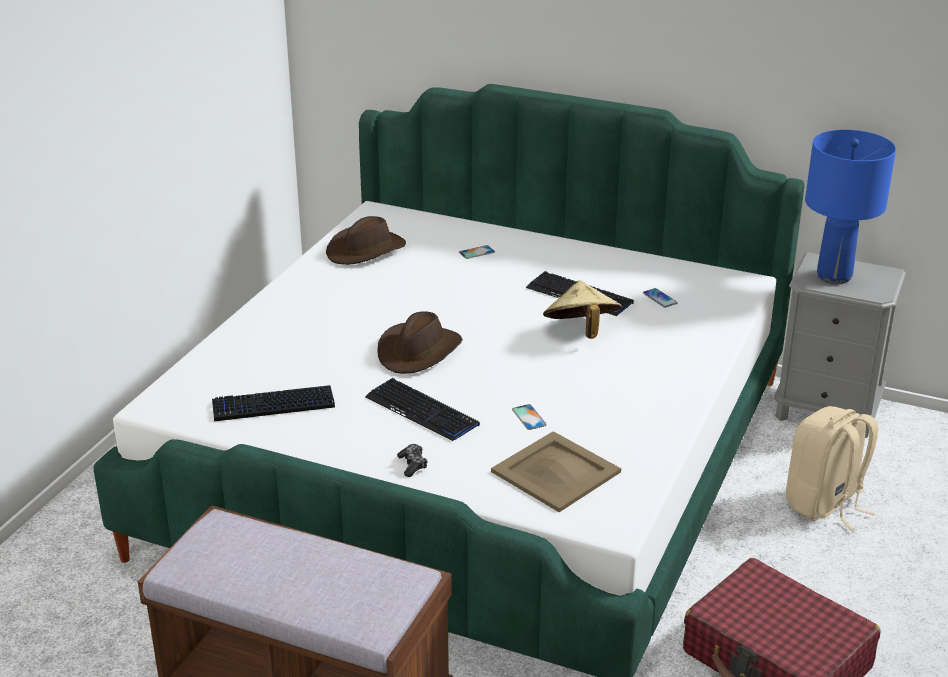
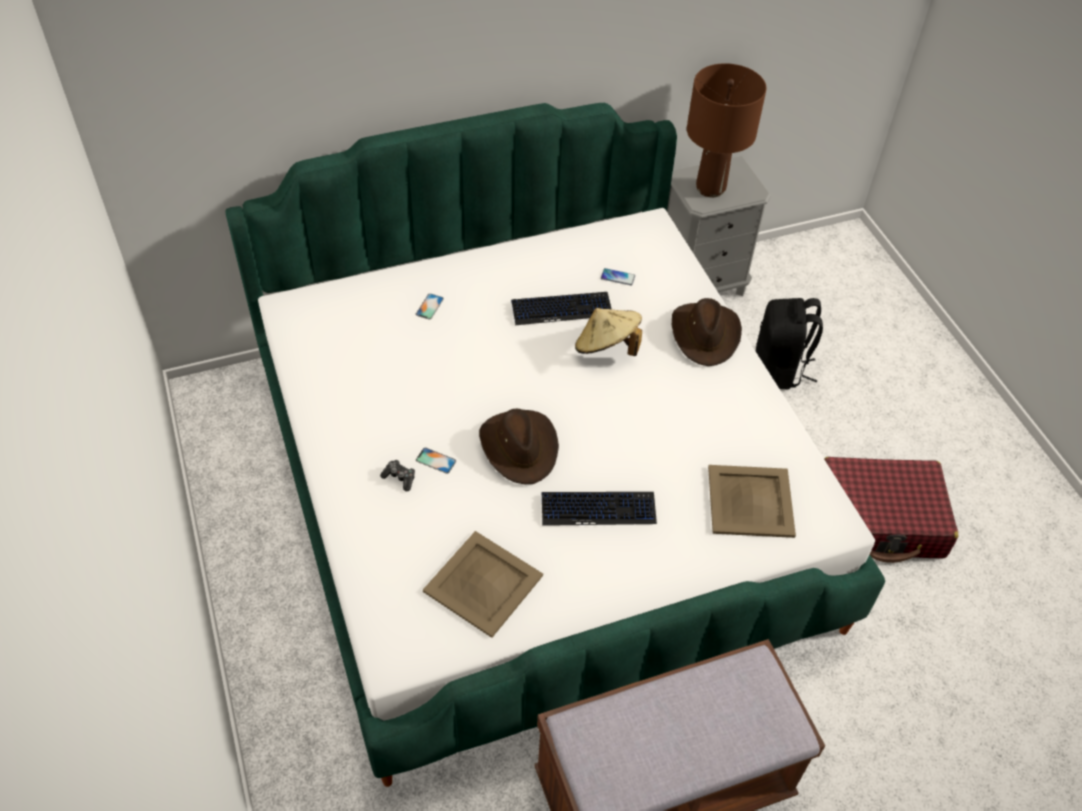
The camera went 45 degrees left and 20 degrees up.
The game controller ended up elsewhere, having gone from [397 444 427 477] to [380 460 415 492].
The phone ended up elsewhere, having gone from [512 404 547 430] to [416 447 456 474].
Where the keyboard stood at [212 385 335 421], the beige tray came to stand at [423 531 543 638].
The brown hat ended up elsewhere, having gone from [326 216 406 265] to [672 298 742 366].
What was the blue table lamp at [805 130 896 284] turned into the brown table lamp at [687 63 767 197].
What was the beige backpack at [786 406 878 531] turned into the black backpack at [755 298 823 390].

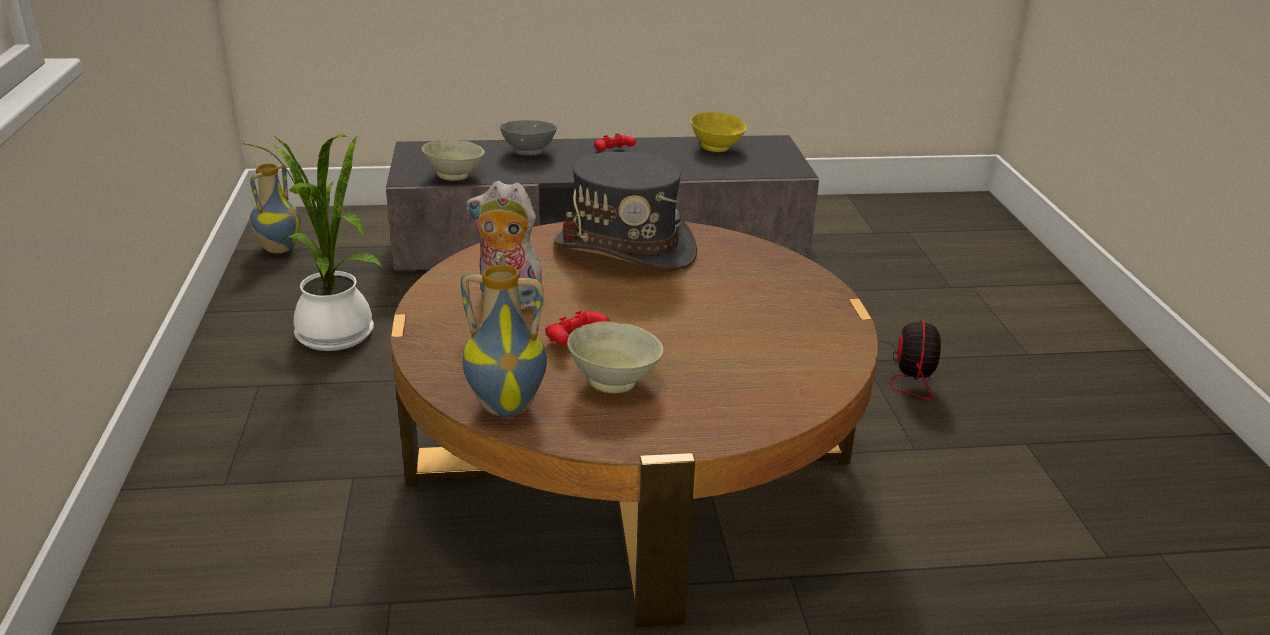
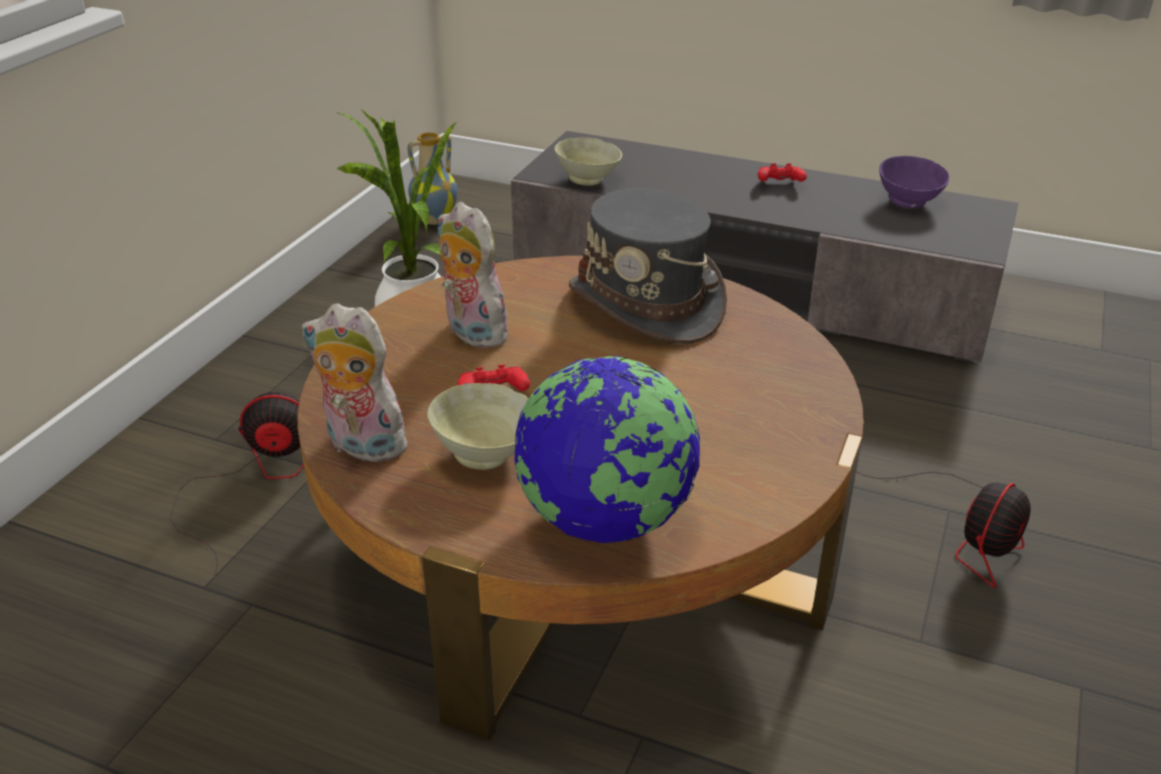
The camera went 30 degrees right and 5 degrees up.
The second view gained the fan at [170 392 304 578].
Where the vase stood at [461 265 547 416], the plush toy came to stand at [302 303 412 462].
The second view gained the globe at [514 356 700 543].
What was the yellow bowl at [691 112 747 152] turned into the purple bowl at [879 156 949 209].
The second view lost the grey bowl at [500 120 557 156].

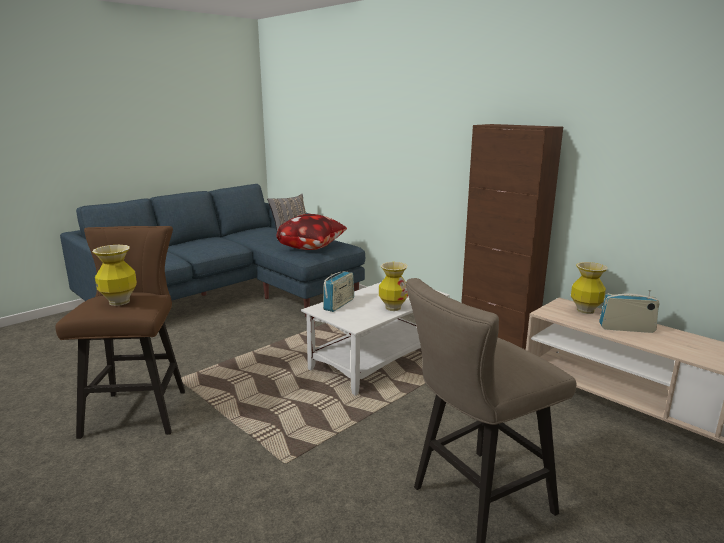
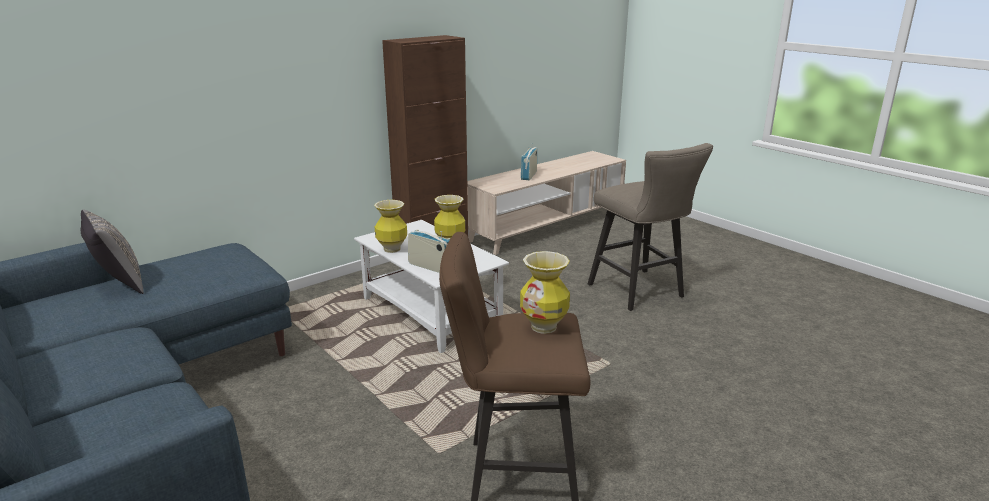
The camera went 85 degrees left and 5 degrees up.
The vase ended up elsewhere, having gone from [571 262 608 314] to [374 200 407 253].
The second view lost the pillow at [276 214 347 250].

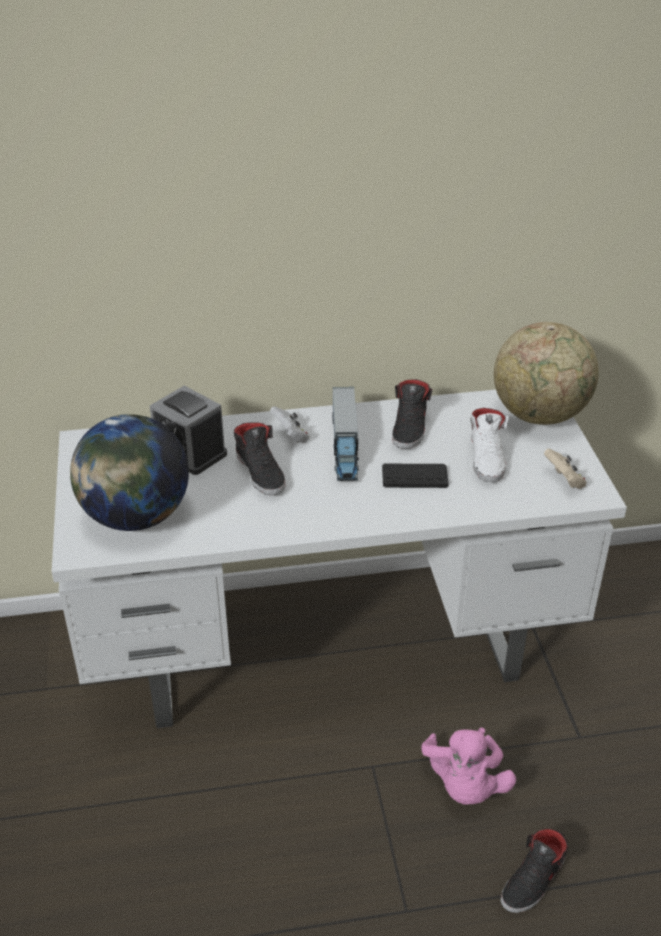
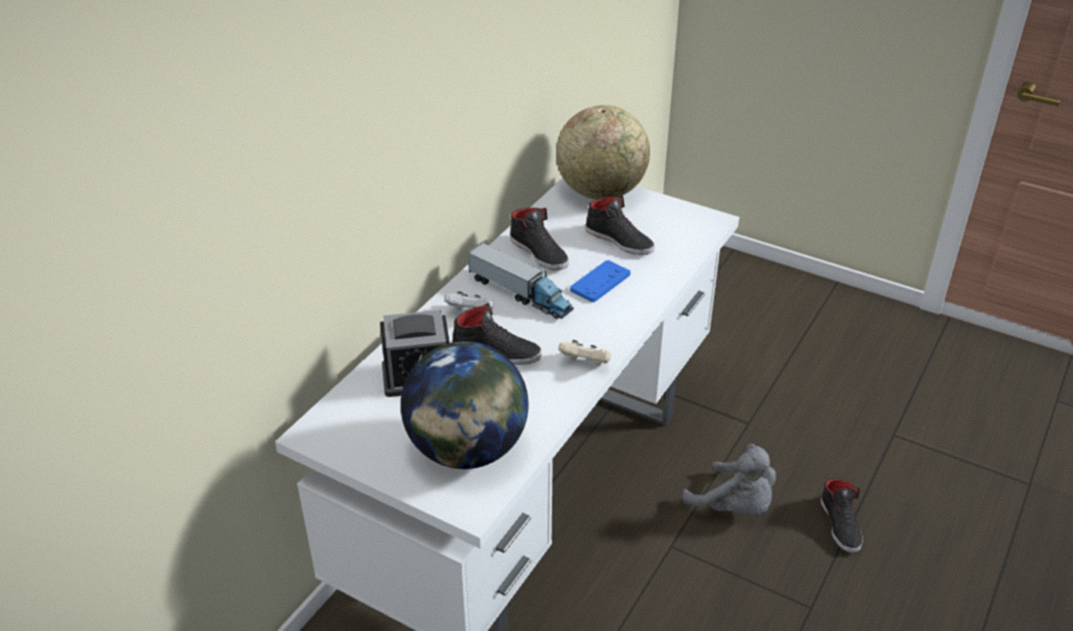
The camera went 50 degrees left and 0 degrees up.
The beige game controller ended up elsewhere, having gone from [544 449 587 489] to [559 340 611 366].
What was the black game controller at [382 464 449 488] turned into the blue game controller at [570 260 630 302].
What was the white shoe at [470 408 509 482] turned into the black shoe at [585 196 655 255].
What was the pink plush toy at [421 727 516 805] turned into the grey plush toy at [682 444 776 516].

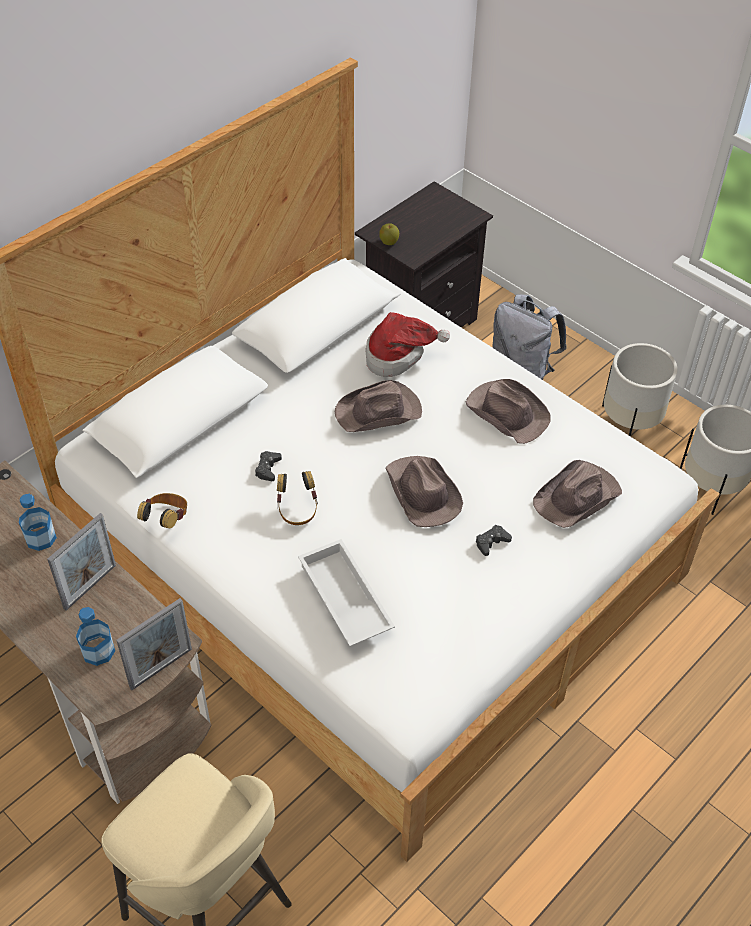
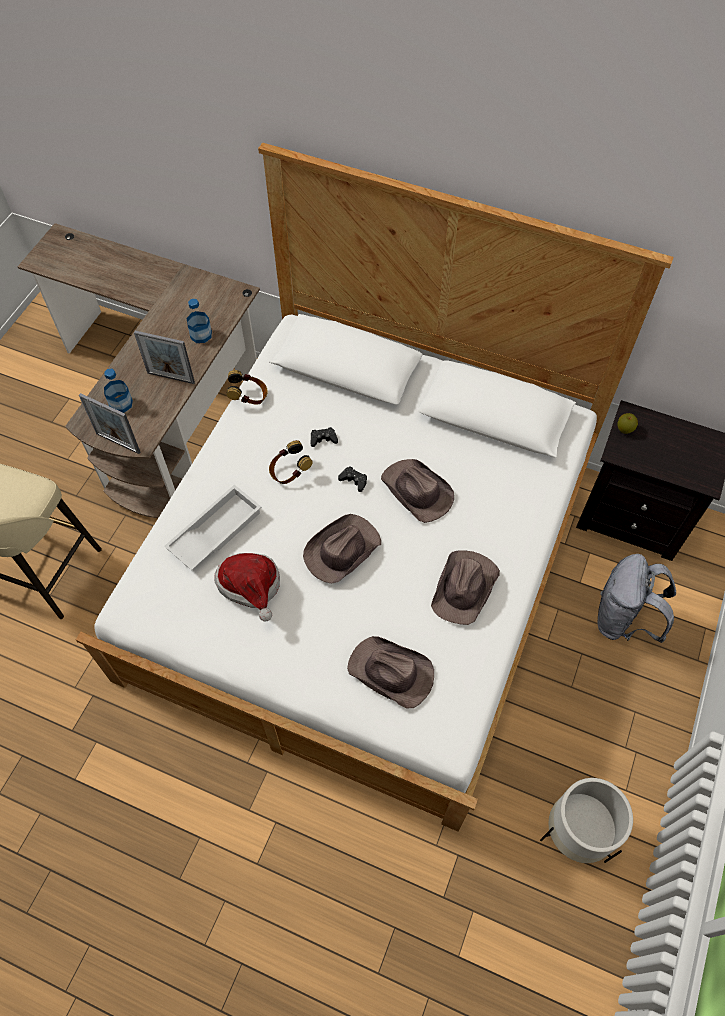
The camera went 70 degrees right and 10 degrees up.
The hat ended up elsewhere, having gone from [366 312 450 377] to [214 553 280 622].
The black game controller ended up elsewhere, having gone from [476 525 512 556] to [338 467 367 492].
The second view lost the white planter at [602 343 678 436].

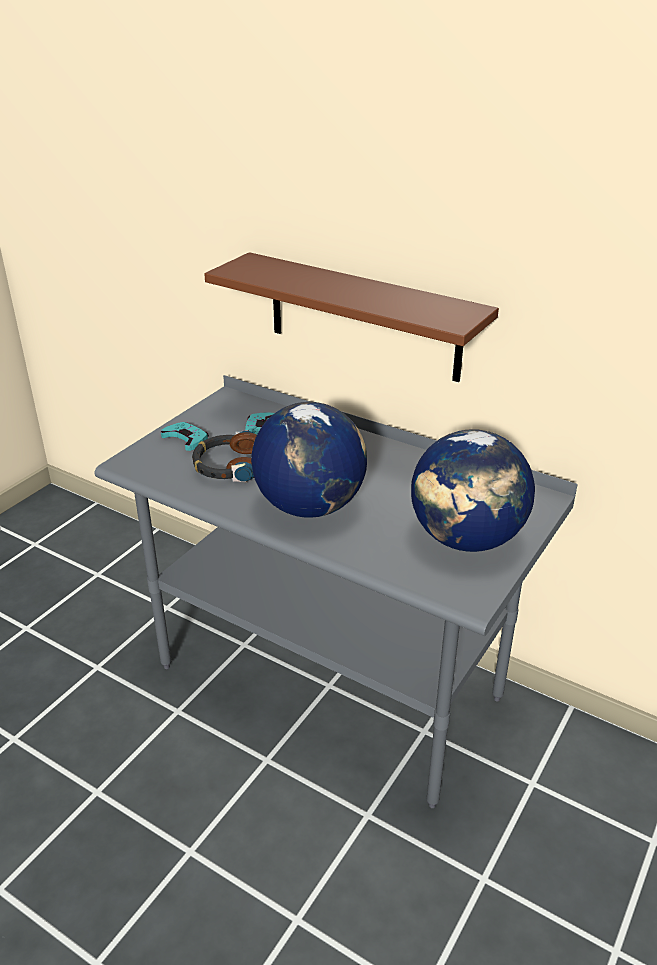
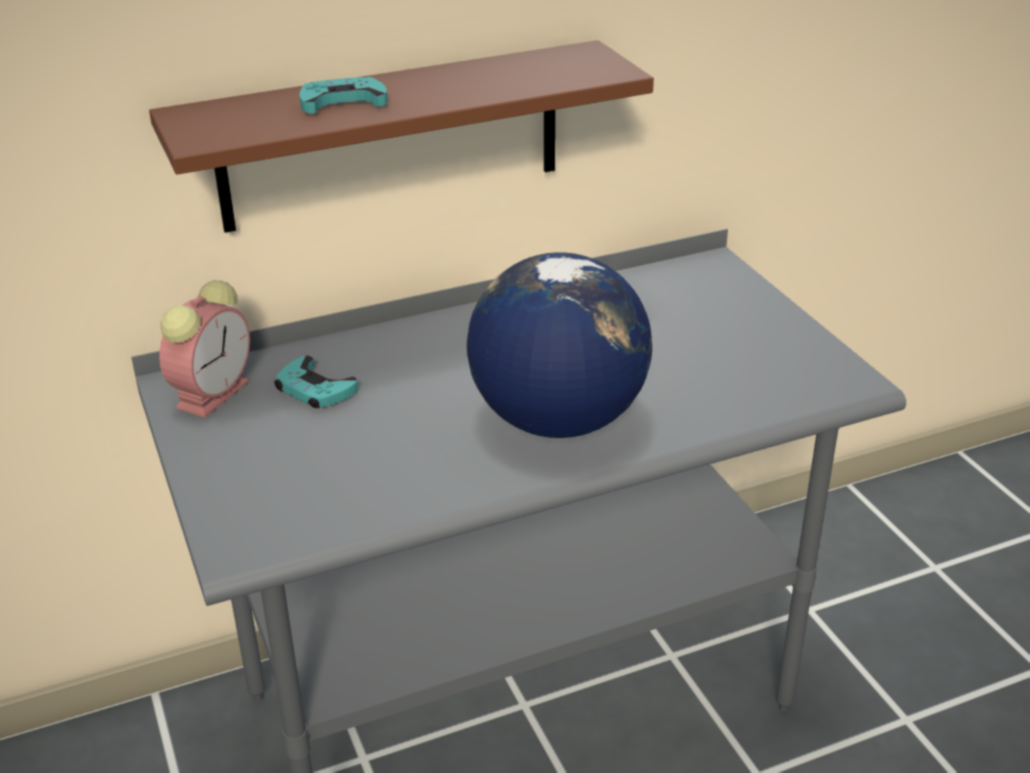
The camera went 55 degrees left and 0 degrees up.
The second view gained the alarm clock at [159 280 250 418].
The turquoise game controller ended up elsewhere, having gone from [161 422 209 451] to [299 77 388 113].
The second view lost the headphones at [192 430 257 482].
The second view lost the globe at [411 429 535 552].

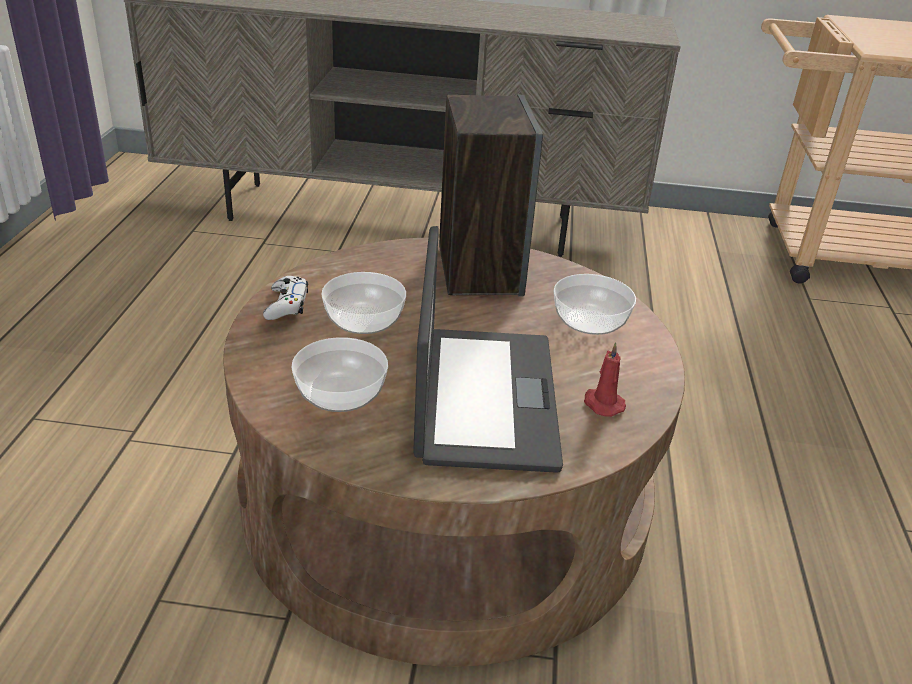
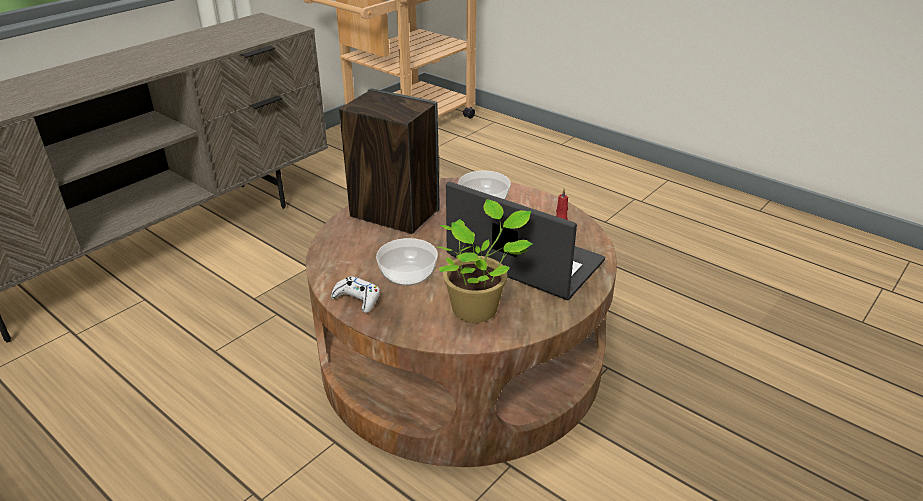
The camera went 55 degrees left and 0 degrees up.
Where the bowl stood at [291 337 388 412], the potted plant came to stand at [437 199 532 323].

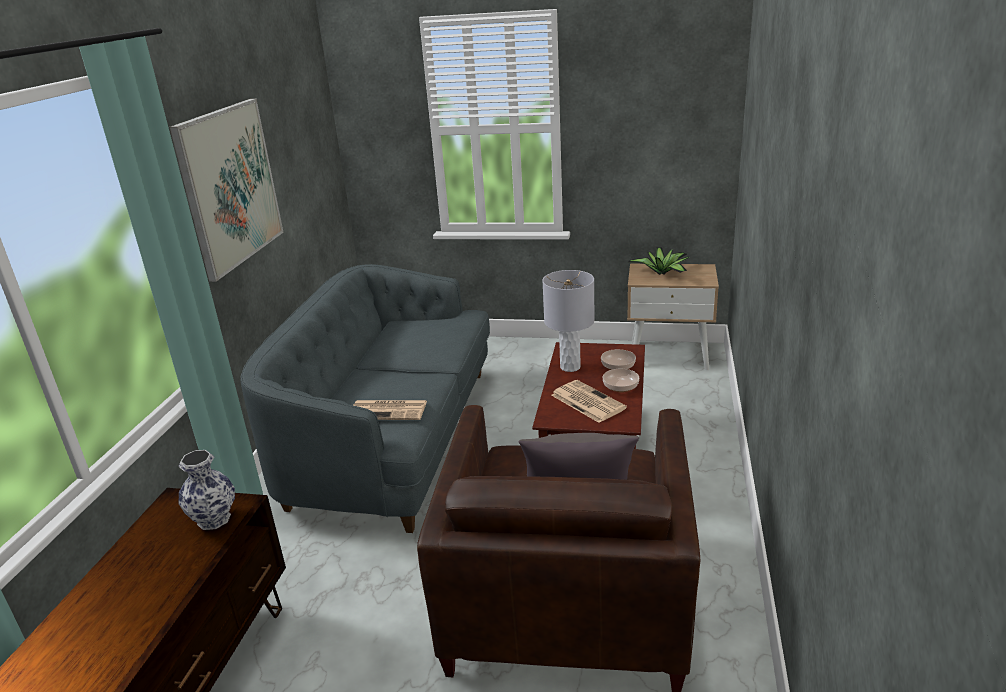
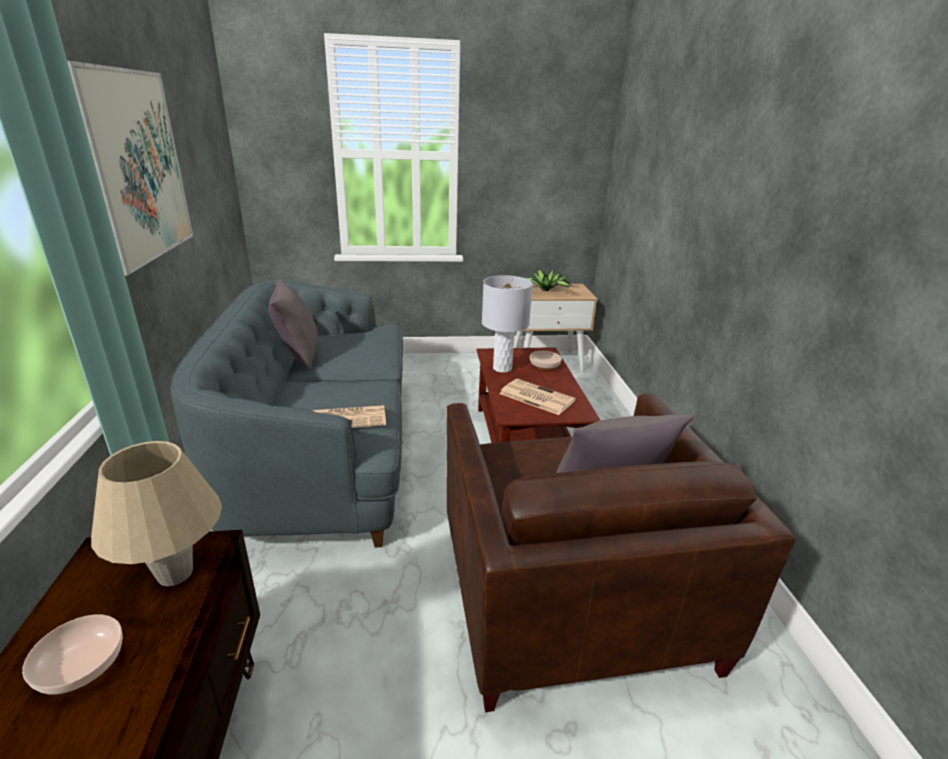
The camera went 20 degrees left and 0 degrees up.
The bowl ended up elsewhere, having gone from [603 369 639 392] to [22 614 123 694].
Where the vase stood at [178 450 235 530], the beige table lamp came to stand at [91 441 222 586].
The second view gained the grey pillow at [268 279 318 371].

